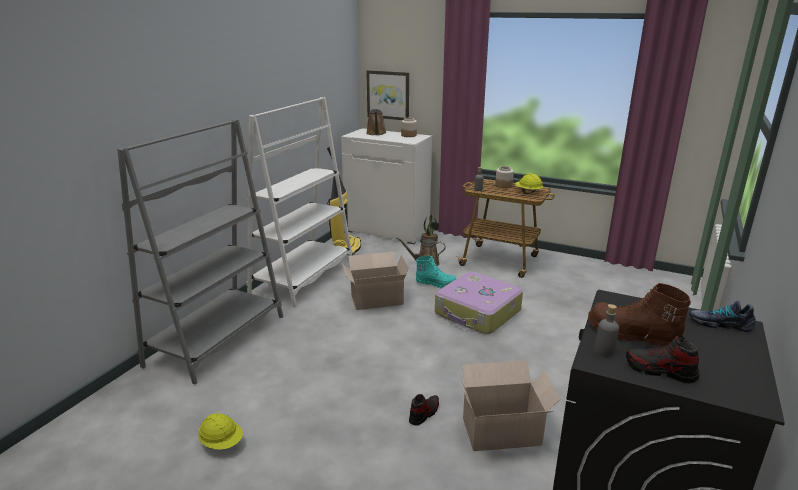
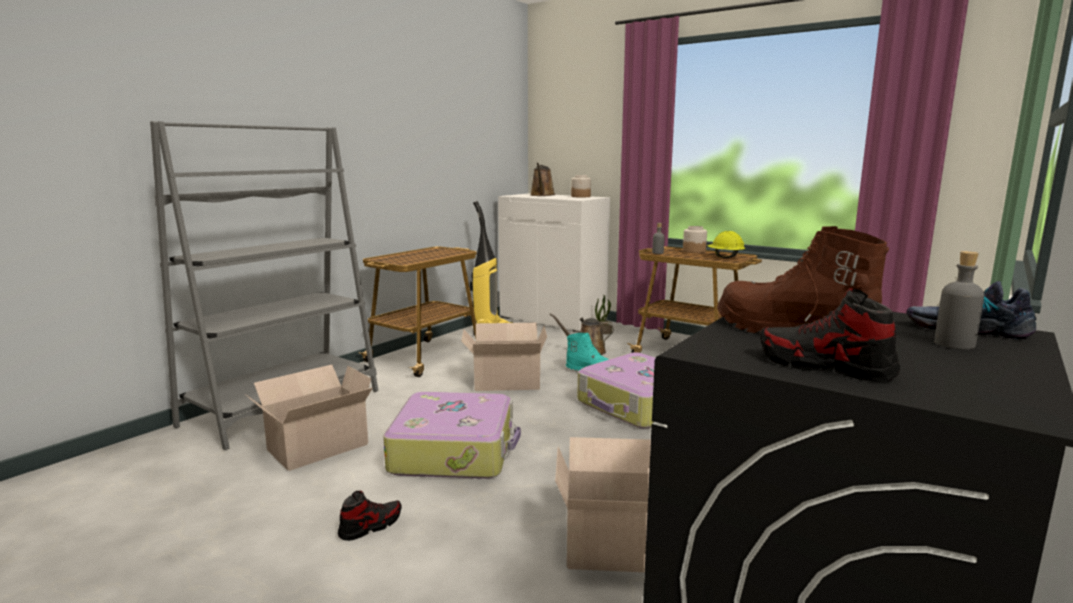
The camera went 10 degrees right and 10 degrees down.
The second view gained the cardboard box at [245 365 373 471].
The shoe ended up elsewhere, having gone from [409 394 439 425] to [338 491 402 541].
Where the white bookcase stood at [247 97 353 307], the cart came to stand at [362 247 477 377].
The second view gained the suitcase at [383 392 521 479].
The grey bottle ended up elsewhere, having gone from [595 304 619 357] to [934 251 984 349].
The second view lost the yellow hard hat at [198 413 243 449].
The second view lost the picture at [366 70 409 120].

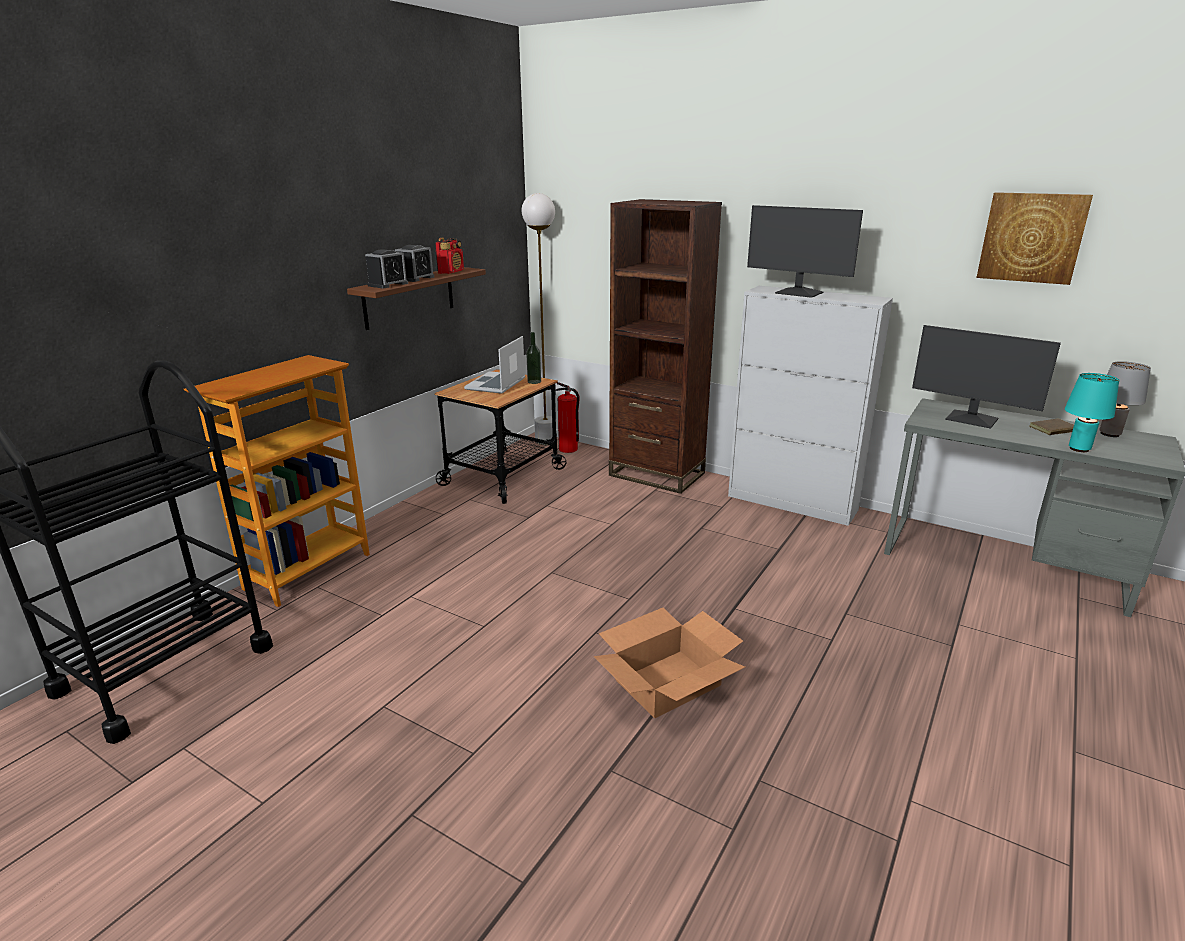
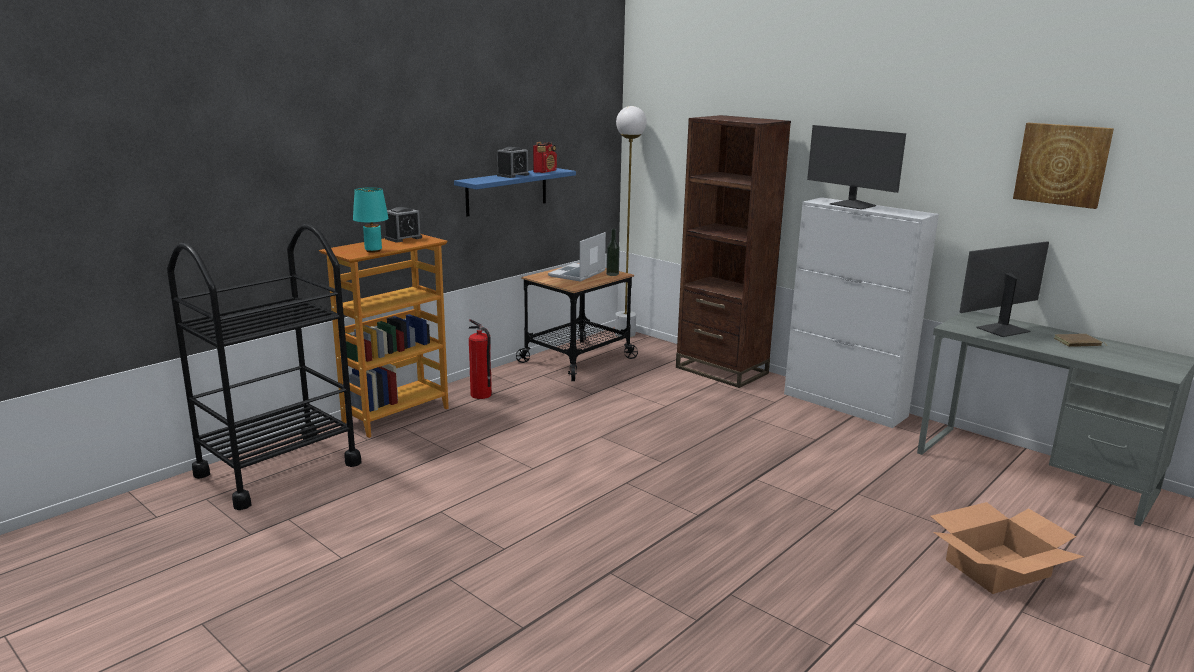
The camera went 10 degrees right and 5 degrees down.
The turquoise table lamp ended up elsewhere, having gone from [1065 373 1120 452] to [353 187 389 253].
The alarm clock ended up elsewhere, having gone from [365 249 408 288] to [385 207 422 242].
What was the brown shelf at [347 267 486 330] turned into the blue shelf at [454 168 576 216].
The fire extinguisher ended up elsewhere, having gone from [556 382 579 453] to [469 319 492 399].
The cardboard box ended up elsewhere, having gone from [593 608 745 718] to [931 502 1085 594].
The monitor at [912 325 1061 429] ended up facing another way, 105 degrees clockwise from before.
The second view lost the grey table lamp at [1099 361 1151 437].

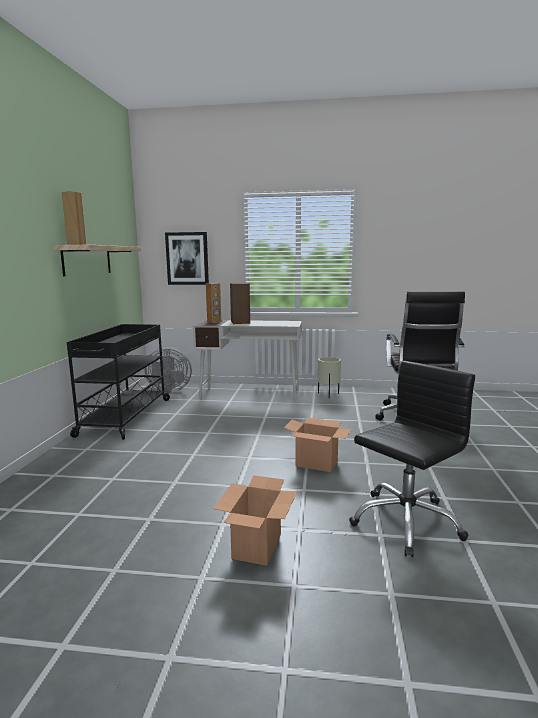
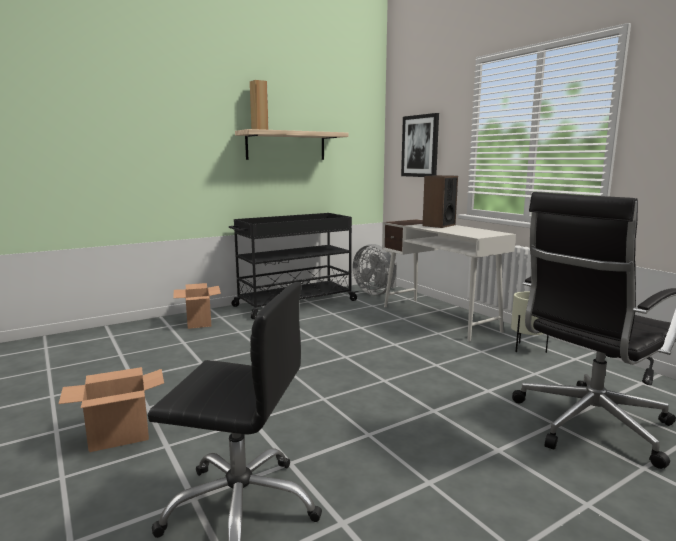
The camera went 50 degrees right and 0 degrees up.
The cardboard box ended up elsewhere, having gone from [284 418 351 472] to [173 283 221 329].
The second view lost the brown speaker at [206 283 221 323].

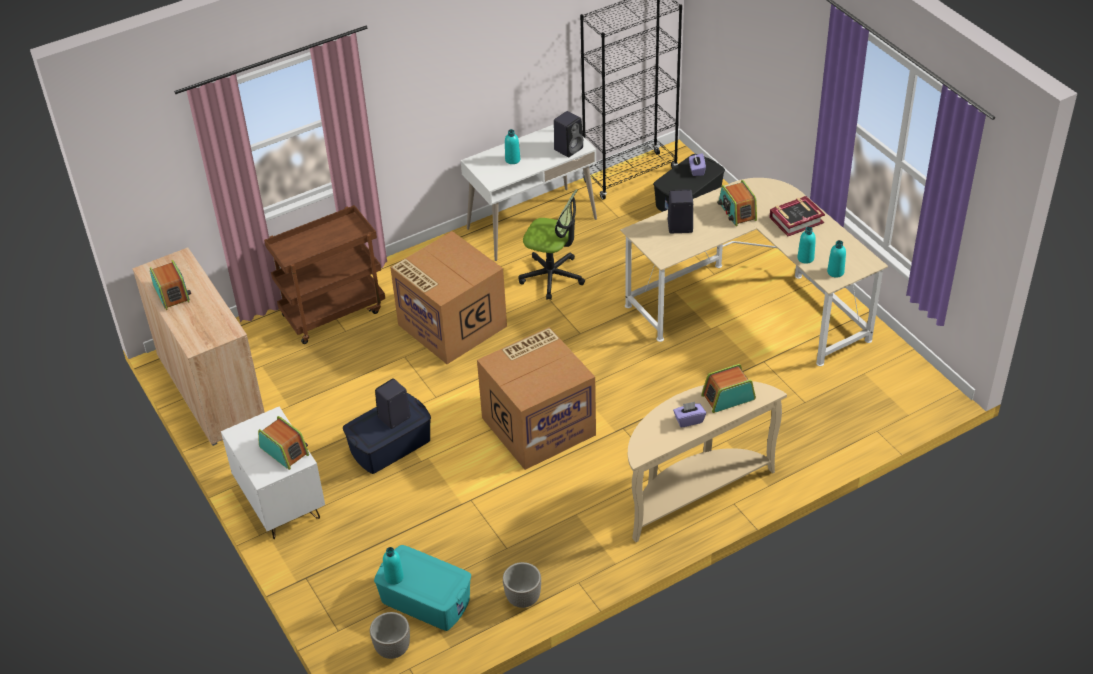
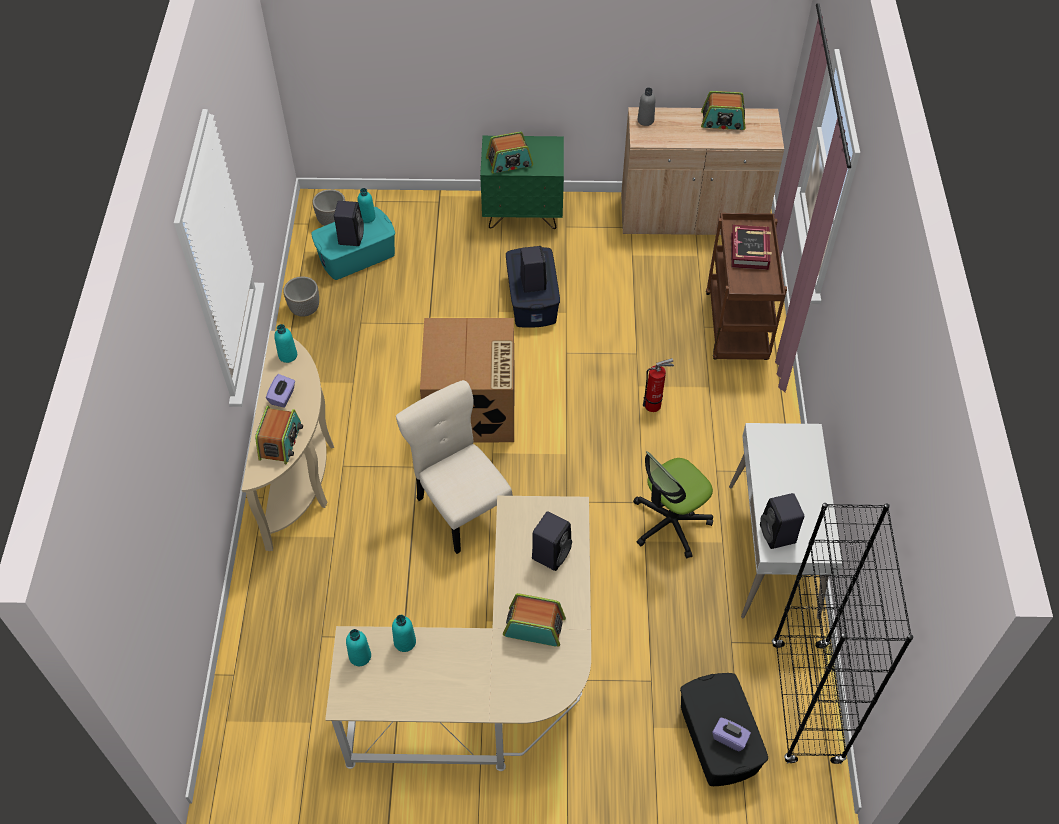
The camera went 120 degrees right and 10 degrees up.
The turquoise bottle ended up elsewhere, having gone from [505 129 520 164] to [274 324 297 363].
The second view gained the black speaker at [334 201 364 246].
The second view gained the beige chair at [396 380 512 554].
What was the white nightstand at [221 407 325 539] turned into the green nightstand at [480 136 564 229].
The second view gained the grey bottle at [638 88 656 126].
Where the cardboard box stood at [390 231 507 364], the fire extinguisher came to stand at [643 358 674 412].
The book ended up elsewhere, having gone from [769 196 825 236] to [731 225 772 270].

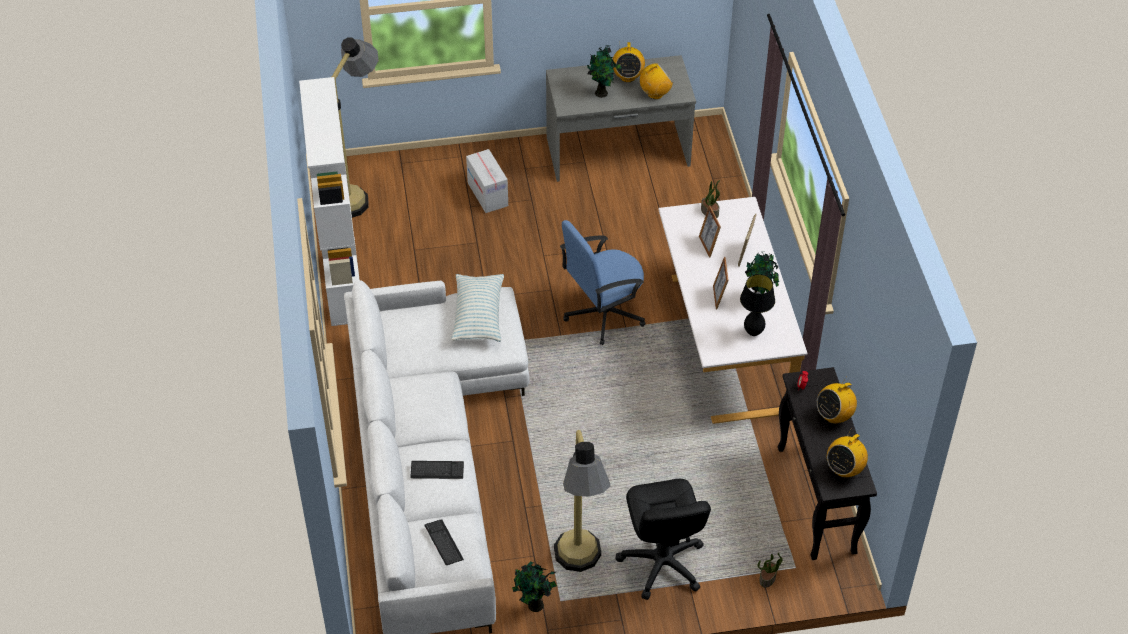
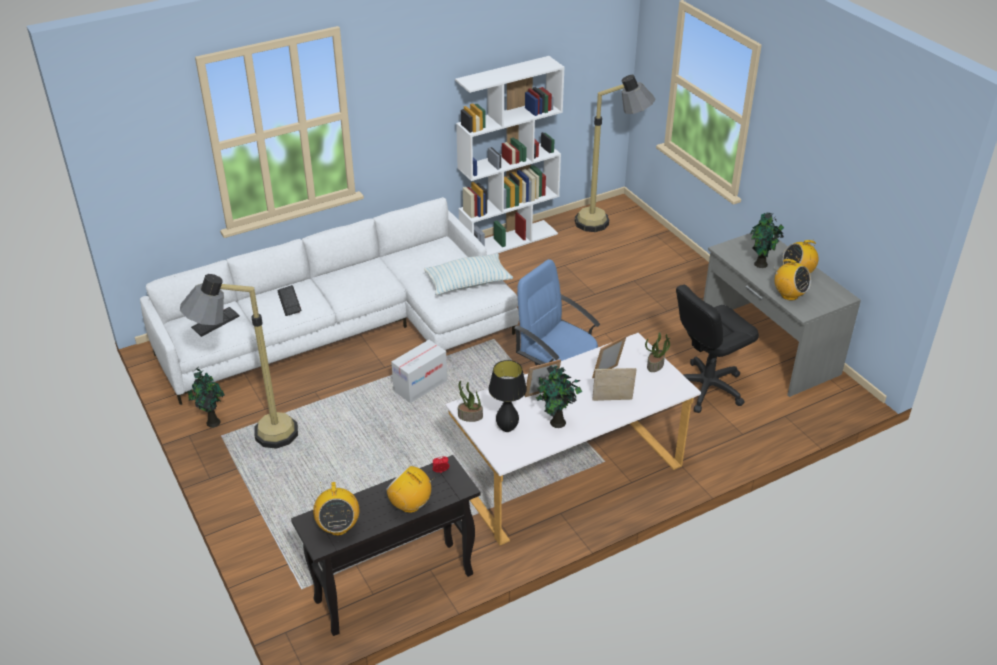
The camera went 70 degrees right and 10 degrees down.
The radio at [827 432 868 478] ended up facing another way, 120 degrees counterclockwise from before.
The cardboard box ended up elsewhere, having gone from [466 149 508 213] to [391 340 447 403].
The potted plant ended up elsewhere, having gone from [757 553 784 588] to [458 381 483 422].
The black office chair ended up elsewhere, having gone from [615 479 711 600] to [676 285 759 413].

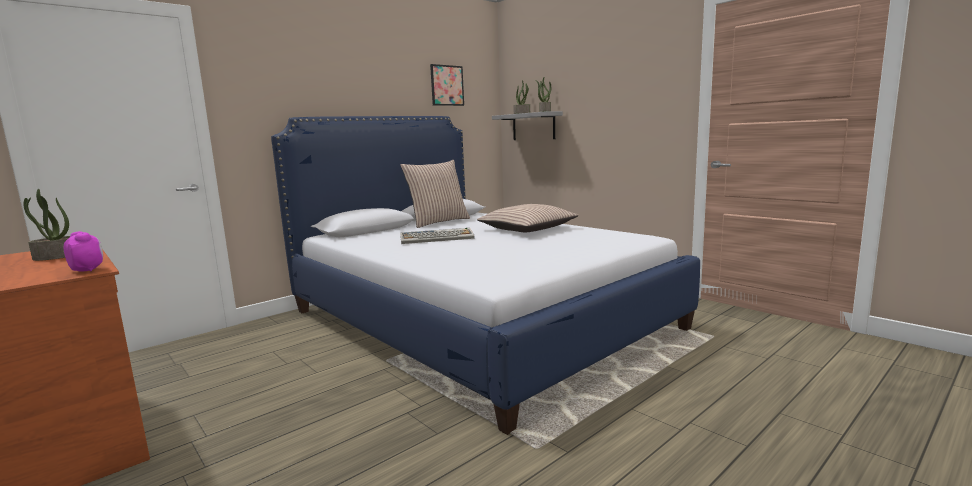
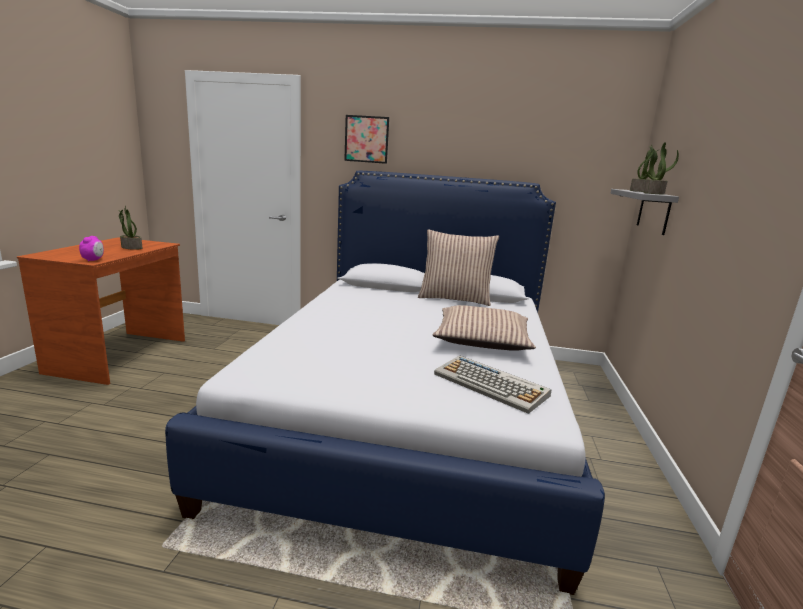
The camera went 50 degrees right and 5 degrees up.
The picture ended up elsewhere, having gone from [430 64 464 106] to [344 115 389 164].
The keyboard ended up elsewhere, having gone from [400 228 475 244] to [434 355 551 414].

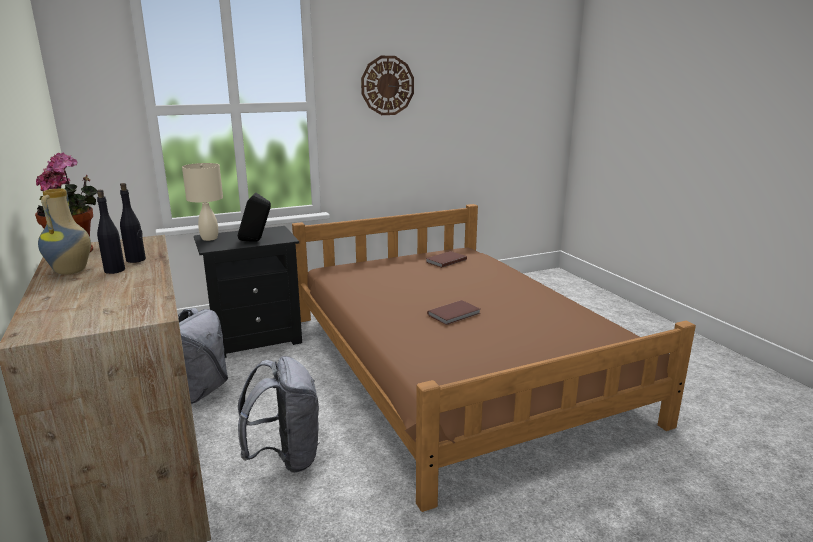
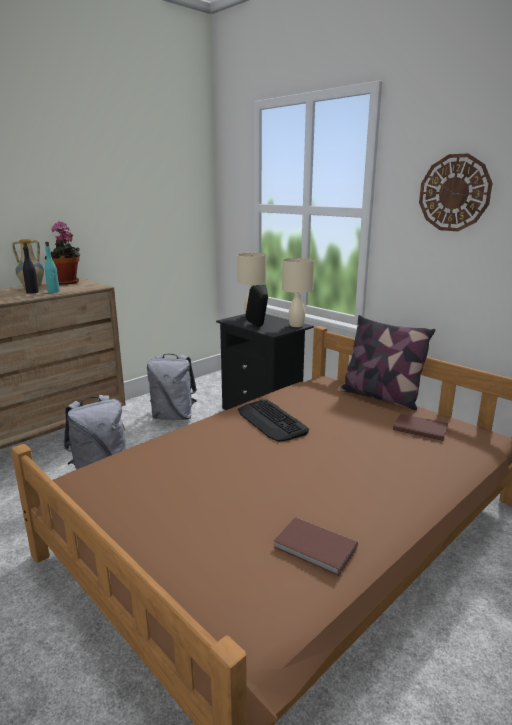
The camera went 70 degrees right and 0 degrees up.
What was the black bottle at [120 183 146 263] turned into the turquoise bottle at [45 242 60 293].
The second view gained the keyboard at [238 399 309 442].
The brown book ended up elsewhere, having gone from [427 300 481 325] to [273 517 358 576].
The second view gained the beige table lamp at [282 258 314 327].
The second view gained the pillow at [340 315 436 410].

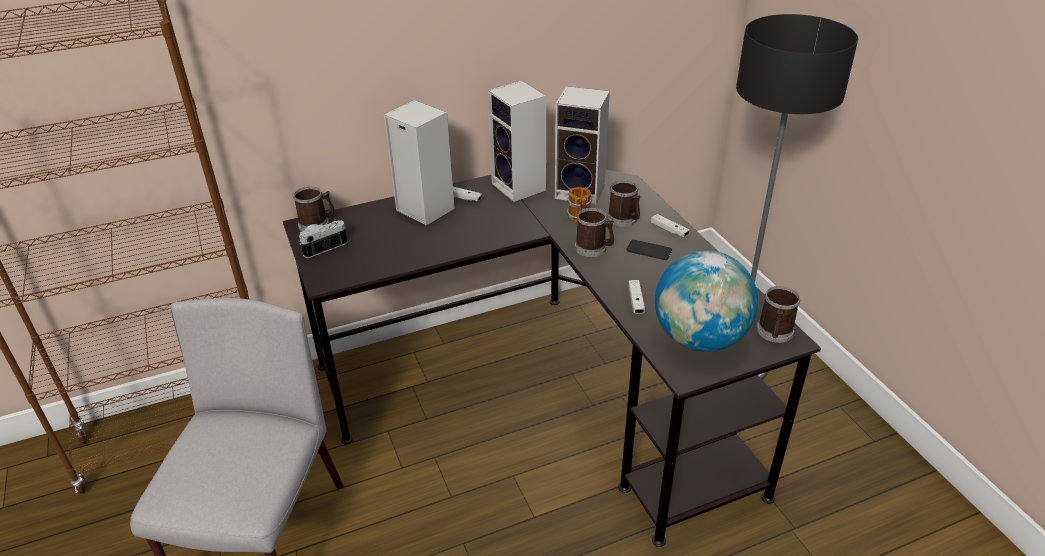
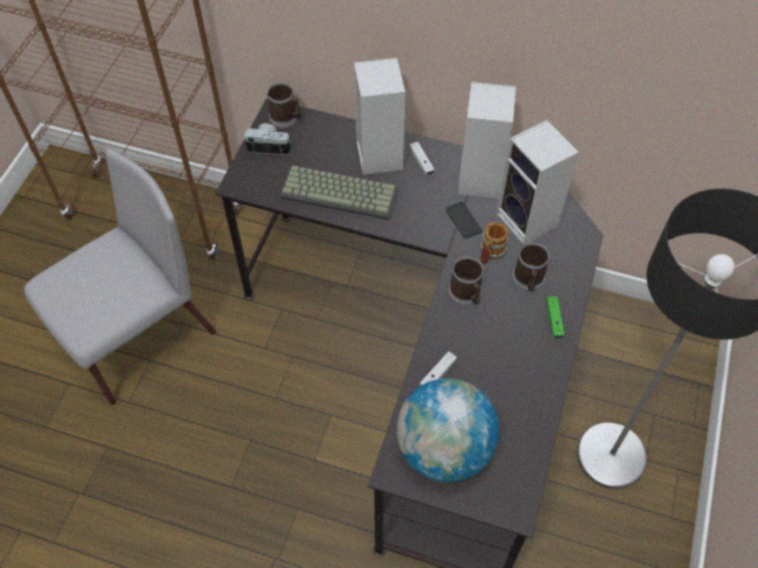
The camera went 40 degrees right and 20 degrees up.
The second view gained the keyboard at [279 165 399 220].
The phone ended up elsewhere, having gone from [627 240 672 260] to [446 202 482 239].
What was the white game controller at [651 214 689 237] turned into the green game controller at [546 296 565 338].
The second view lost the mug at [757 286 800 343].

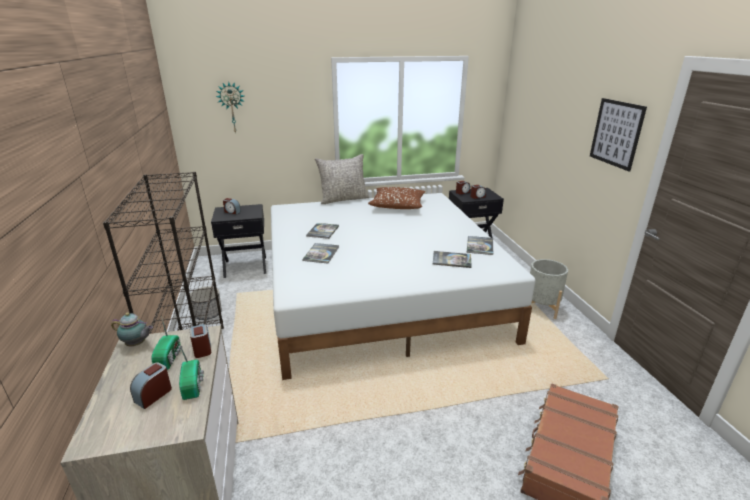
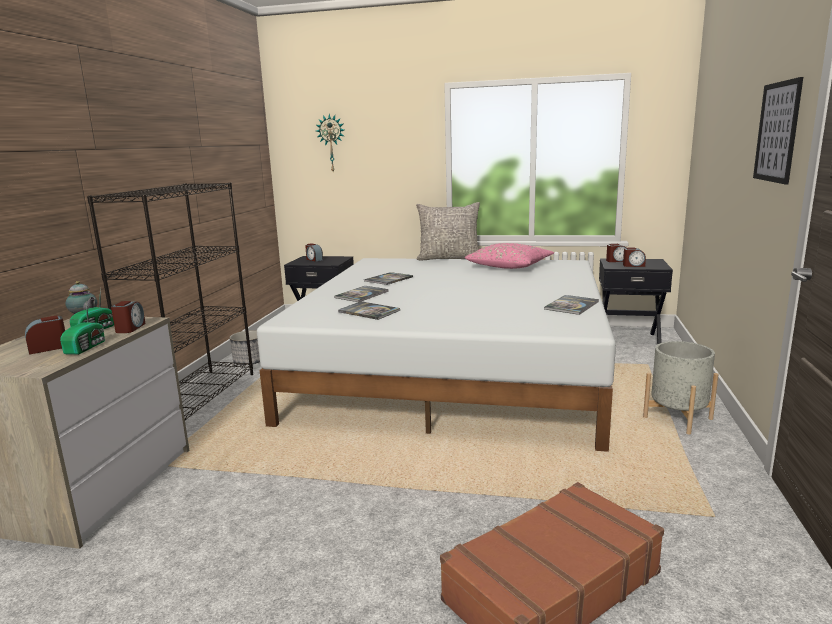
The camera went 25 degrees right and 10 degrees down.
The book ended up elsewhere, having gone from [433 251 472 268] to [338 301 400 320].
What was the brown pillow at [368 187 425 209] turned into the pink pillow at [465 243 554 269].

